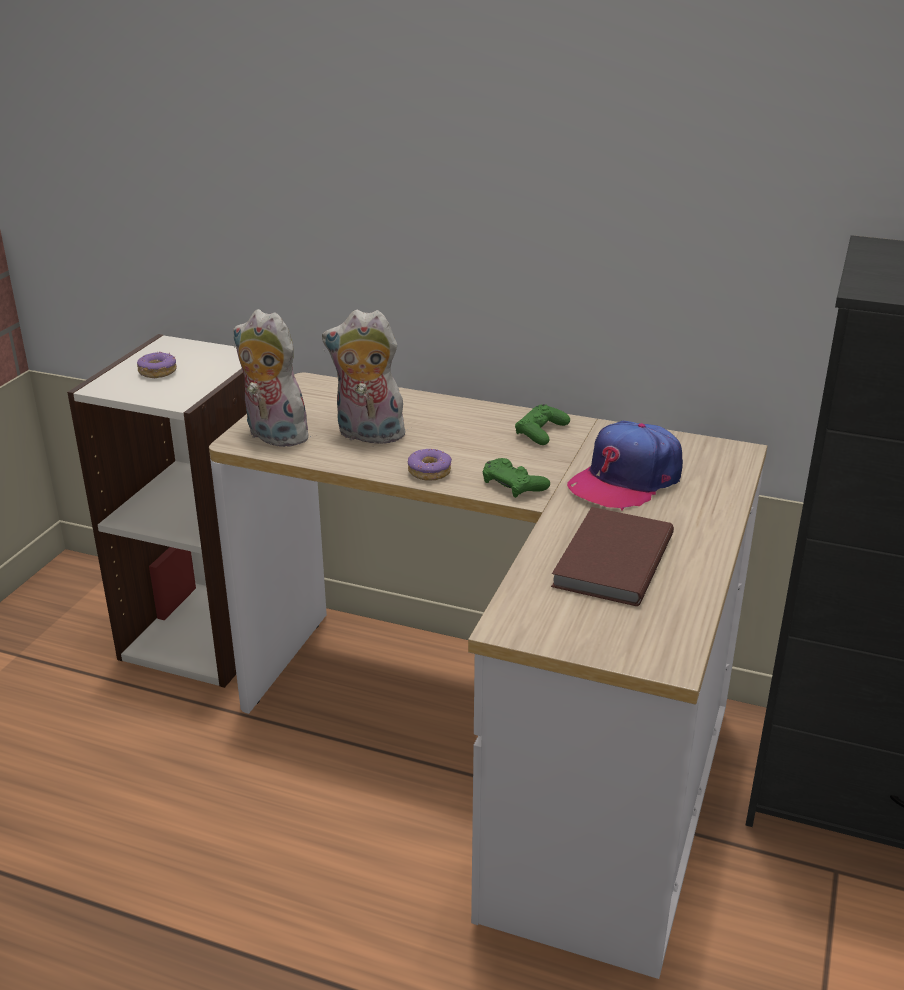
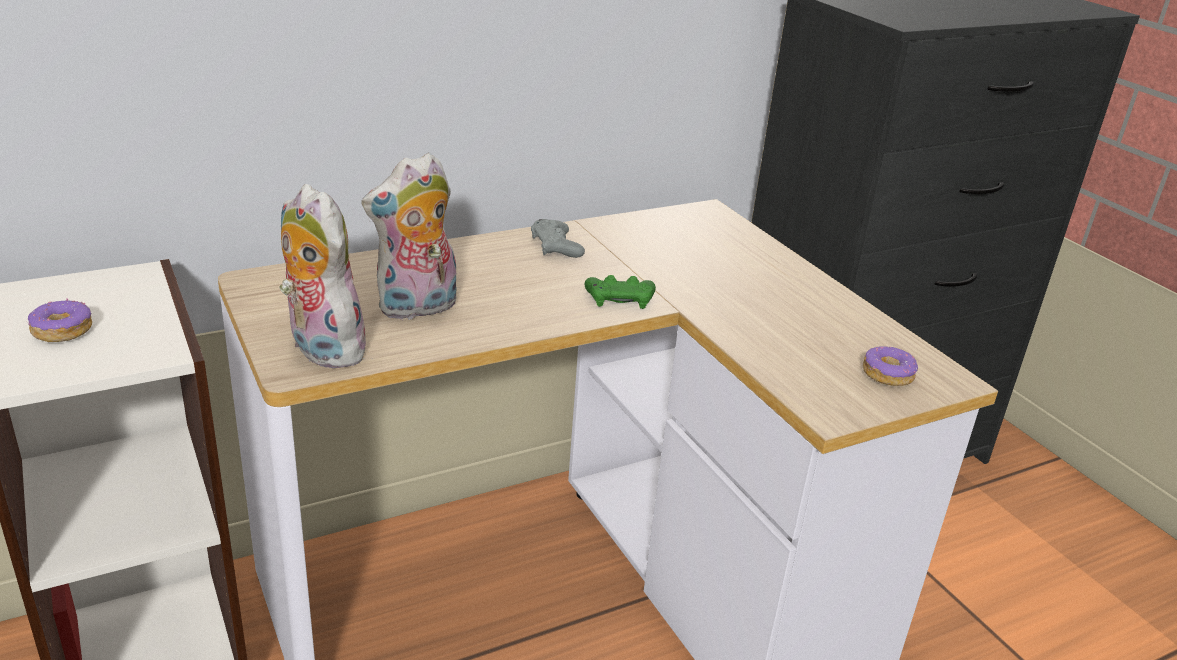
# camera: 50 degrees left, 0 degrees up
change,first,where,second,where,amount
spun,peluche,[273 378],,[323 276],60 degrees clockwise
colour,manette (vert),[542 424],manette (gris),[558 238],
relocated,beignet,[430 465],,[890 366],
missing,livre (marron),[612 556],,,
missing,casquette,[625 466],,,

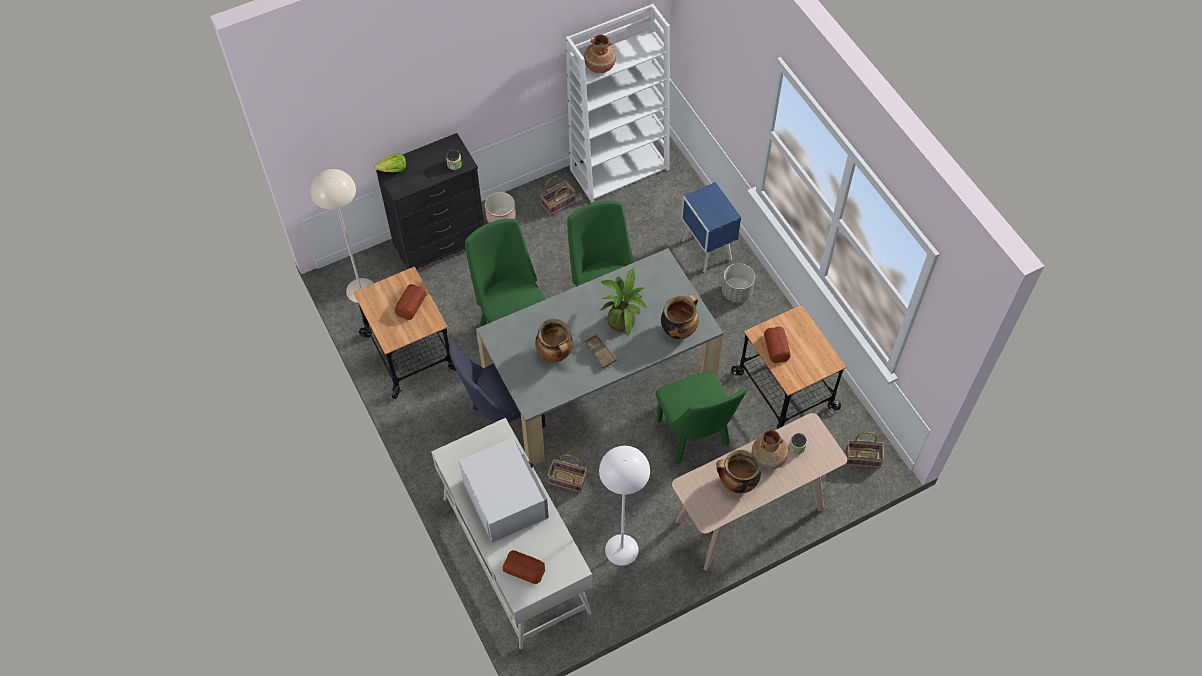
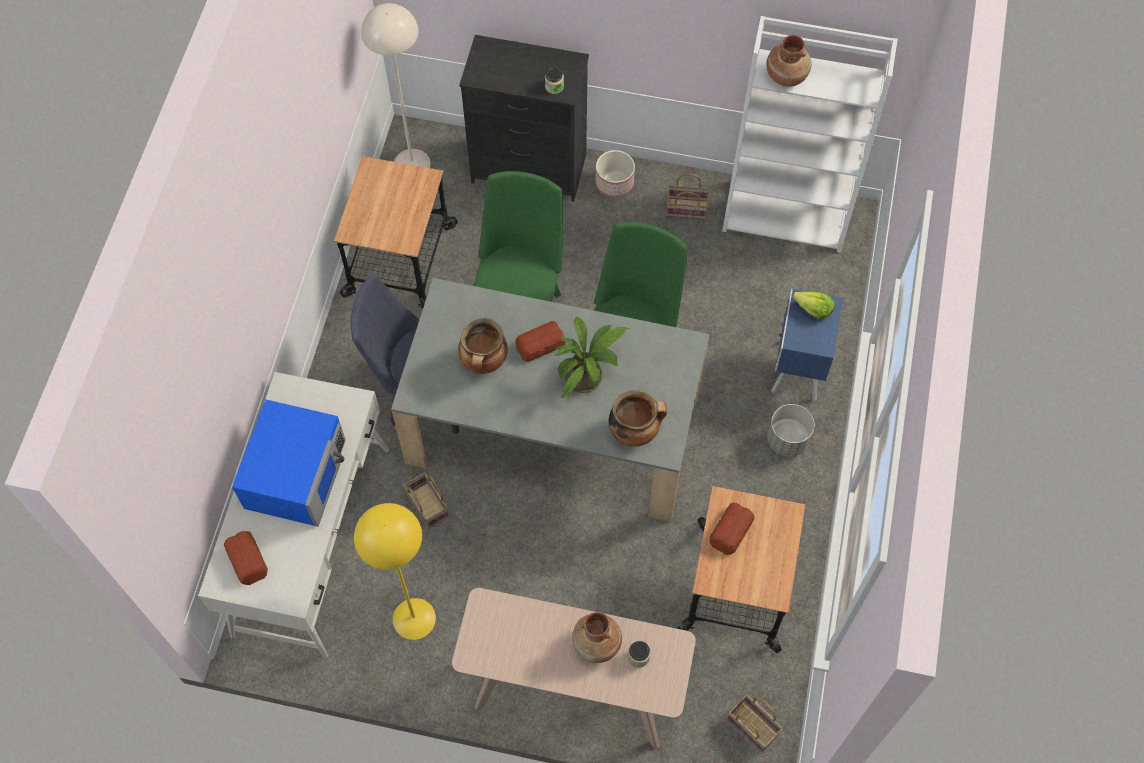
# camera: 40 degrees right, 5 degrees up
change,first,where,second,where,amount
colour,micro-ondes (blanc),[504 490],micro-ondes (bleu),[289 463],
colour,lampadaire (blanc),[624 506],lampadaire (jaune),[395 571],
relocated,pain,[410 302],,[541 341],
relocated,laitue,[390 163],,[814 305],
missing,plateau (marron),[600 351],,,
missing,chaise (vert),[701 417],,,
missing,marmite,[739 472],,,

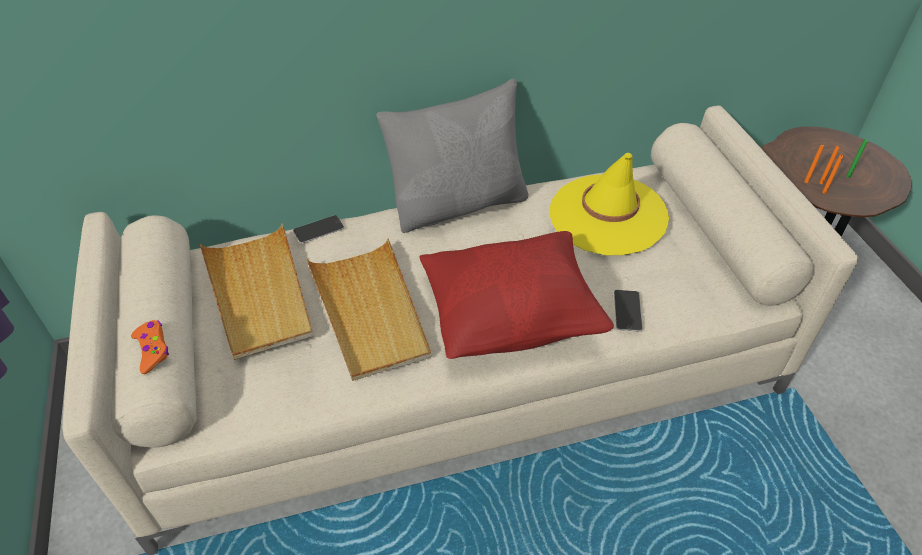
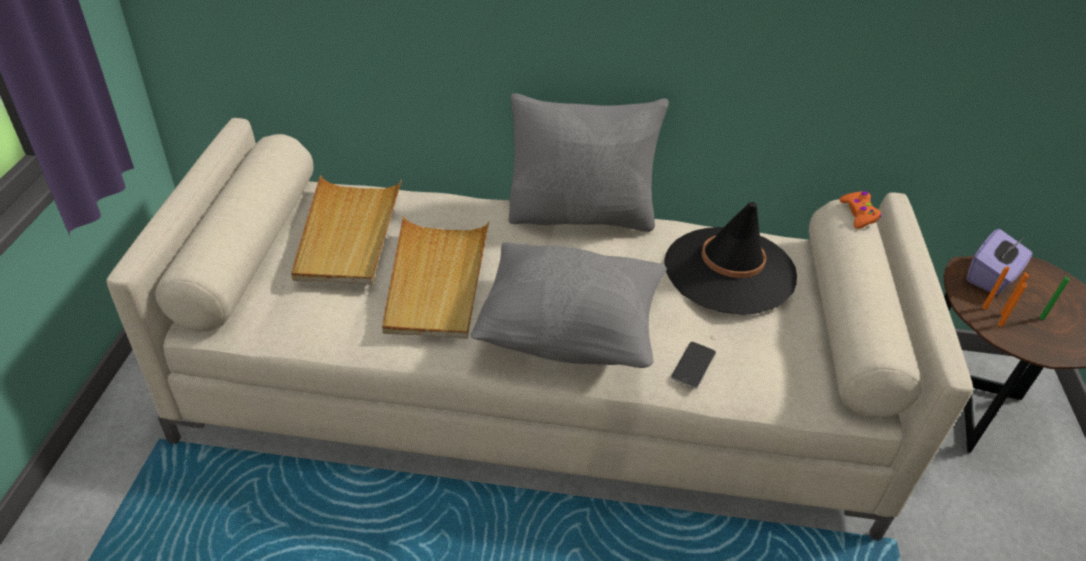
# camera: 20 degrees right, 5 degrees down
change,first,where,second,where,amount
colour,coussin (rouge),[516 295],coussin (gris),[569 305],
colour,chapeau (jaune),[609 204],chapeau (noir),[730 258],
relocated,manette (orange),[150 347],,[860 210],
appeared,,,boîte à mouchoirs (violet),[999 262],
missing,téléphone,[318 229],,,

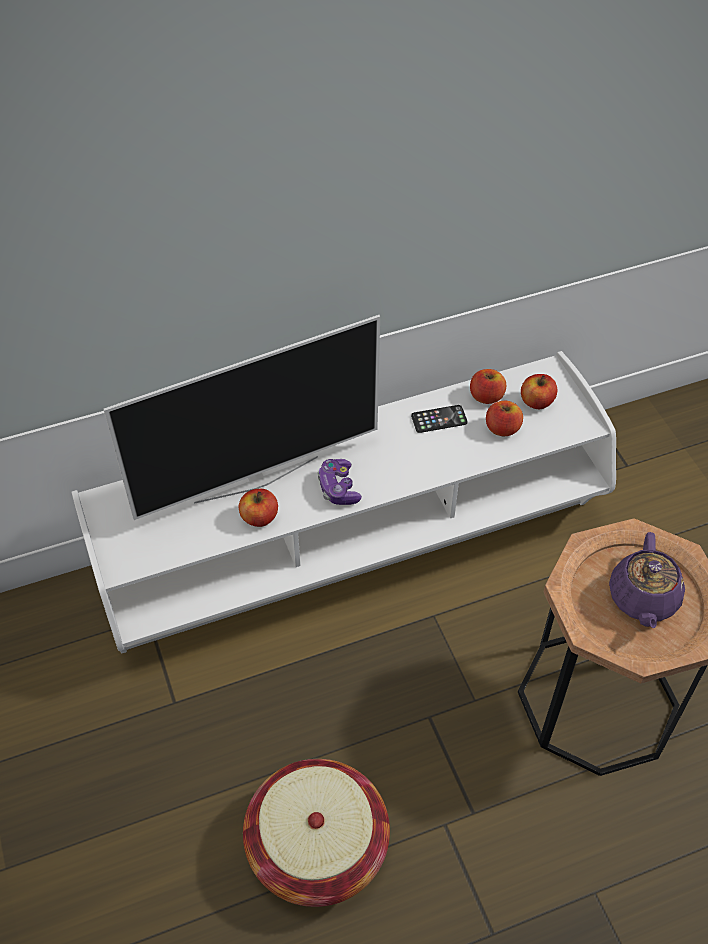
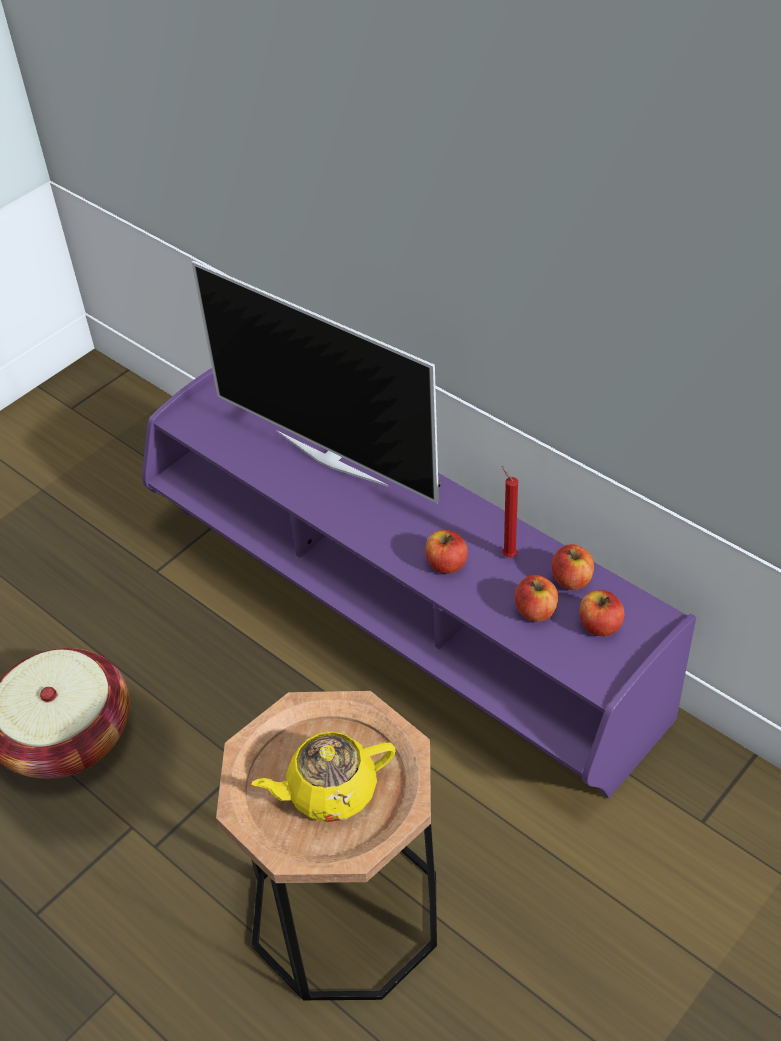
# camera: 65 degrees right, 5 degrees down
change,first,where,second,where,amount
colour,meuble télé (blanc),[343 502],meuble télé (violet),[419 583],
colour,théière (violet),[647 580],théière (jaune),[324 776],
relocated,pomme,[258 508],,[447 552],
exchanged,téléphone,[439 419],bougie (rouge),[510 511],
missing,manette,[339 482],,,

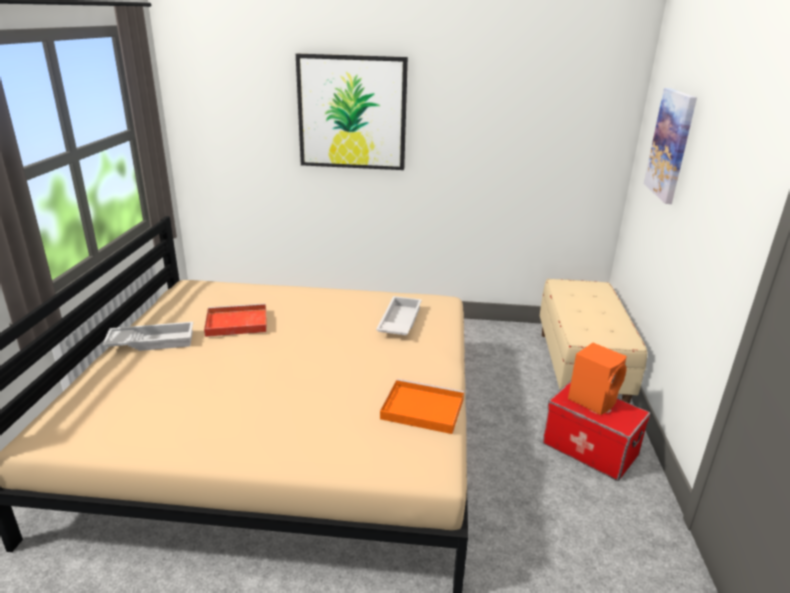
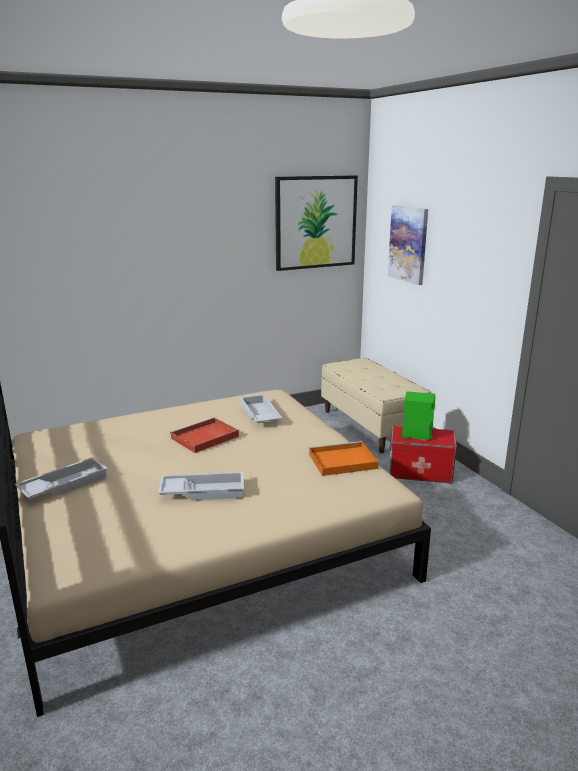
# camera: 30 degrees left, 5 degrees down
change,first,where,second,where,amount
appeared,,,plateau (blanc),[201 486],
relocated,plateau (rouge),[235 320],,[204 435],
relocated,tableau,[352 112],,[316 223],
colour,enceinte (orange),[597 379],enceinte (vert),[418 415],

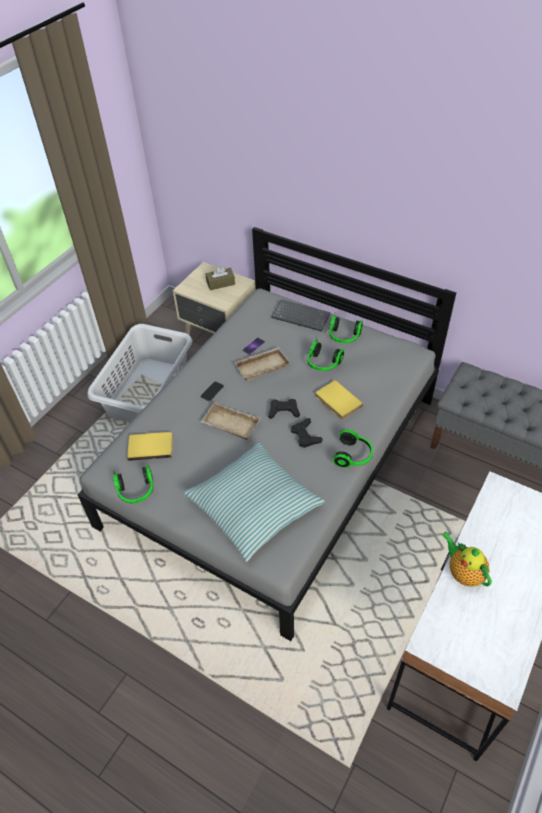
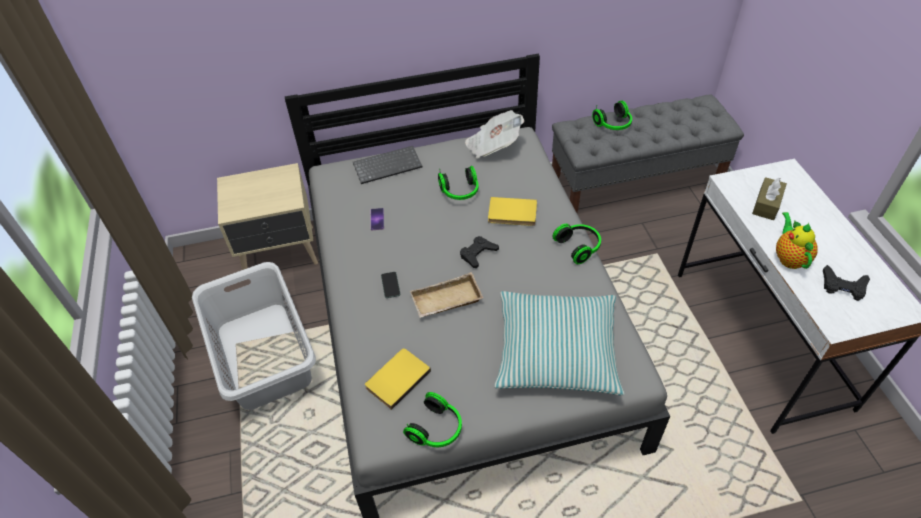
# camera: 45 degrees left, 0 degrees up
change,first,where,second,where,amount
appeared,,,journal,[494 134],
relocated,casque audio,[346 329],,[612 115],
relocated,boîte à mouchoirs (marron),[220 278],,[769 198],
spun,théière,[467 559],,[797 240],75 degrees clockwise
relocated,manette (noir),[307 433],,[846 283],
missing,plateau (beige),[262 364],,,

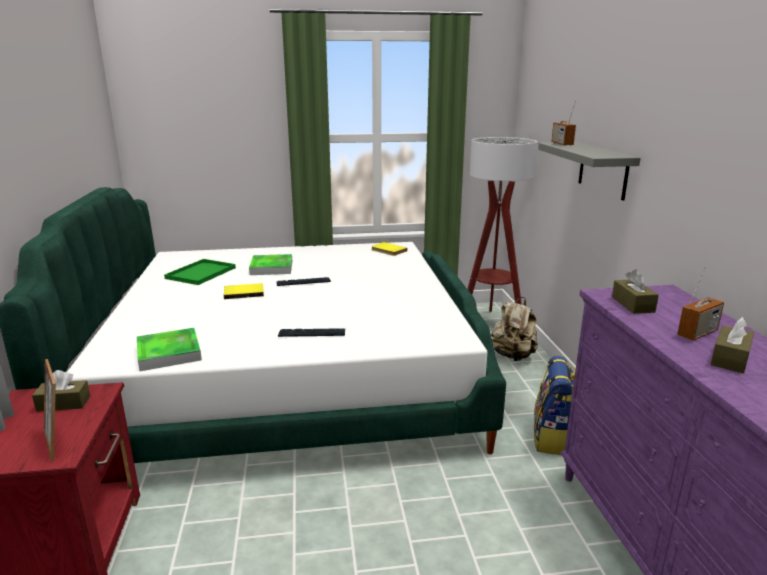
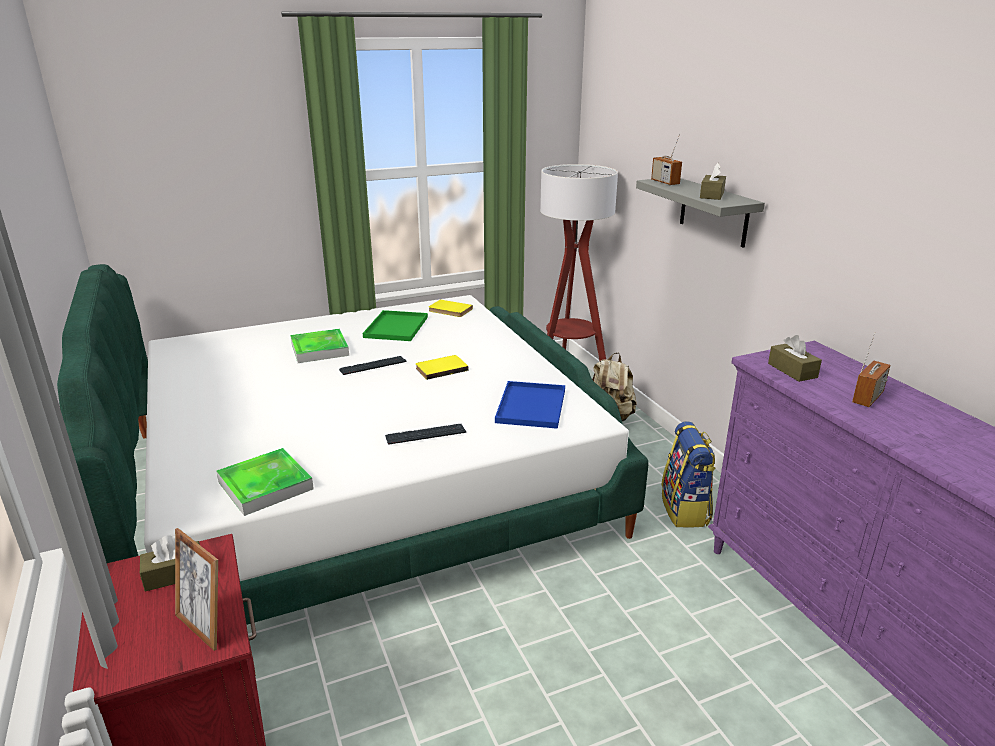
# camera: 15 degrees left, 5 degrees up
change,first,where,second,where,amount
relocated,plateau (vert),[200 272],,[395 325],
relocated,livre (jaune),[244 291],,[442 367],
appeared,,,plateau (bleu),[530 405],
relocated,boîte à mouchoirs (marron),[732 345],,[713 181],

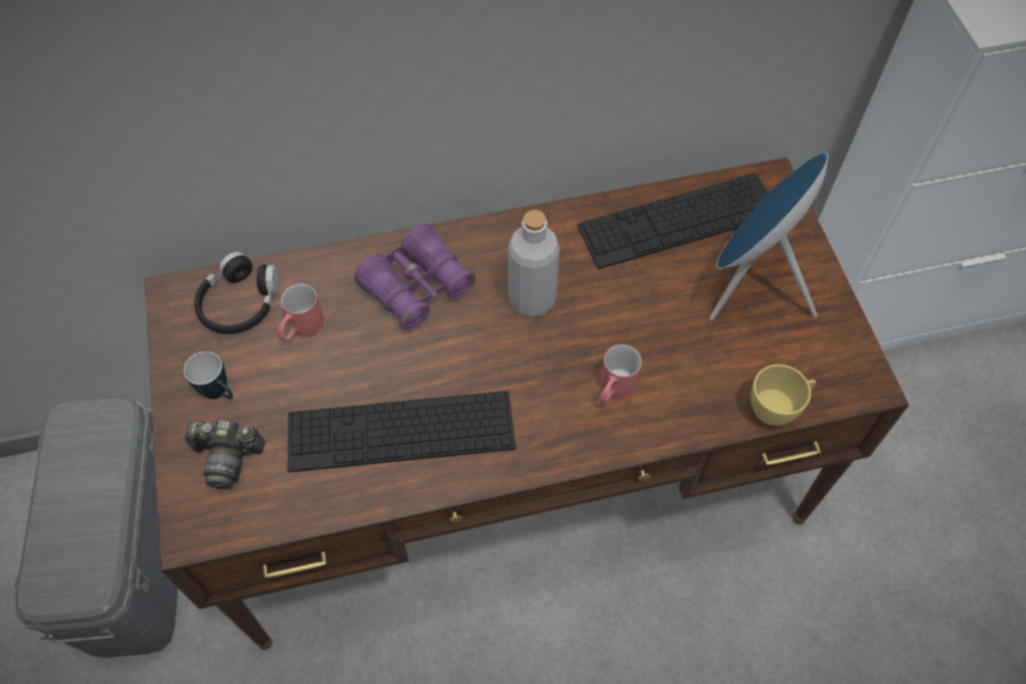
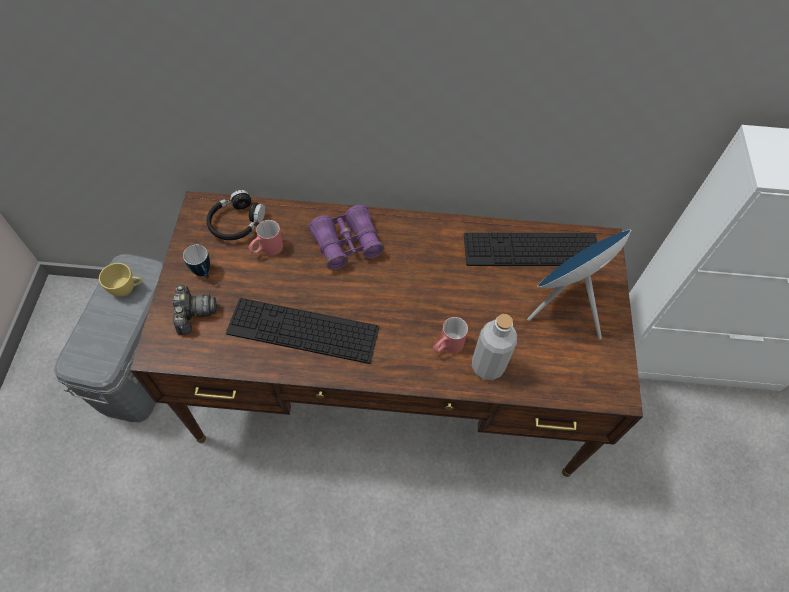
# camera: 15 degrees right, 0 degrees up
change,first,where,second,where,amount
relocated,tasse (jaune),[783 395],,[120 280],
spun,appareil photo,[224 455],,[194 310],120 degrees counterclockwise
relocated,bouteille (gris),[534 263],,[494 347],

